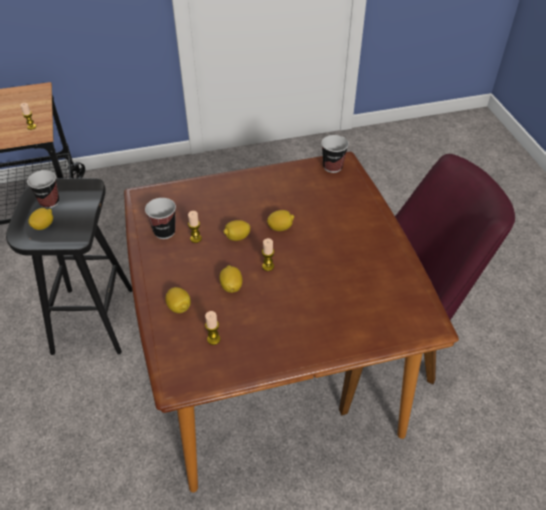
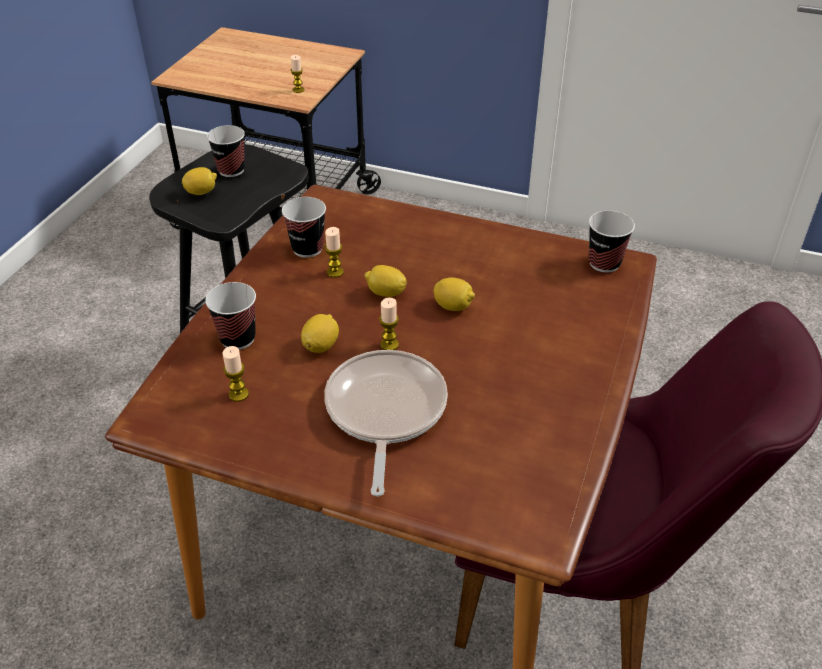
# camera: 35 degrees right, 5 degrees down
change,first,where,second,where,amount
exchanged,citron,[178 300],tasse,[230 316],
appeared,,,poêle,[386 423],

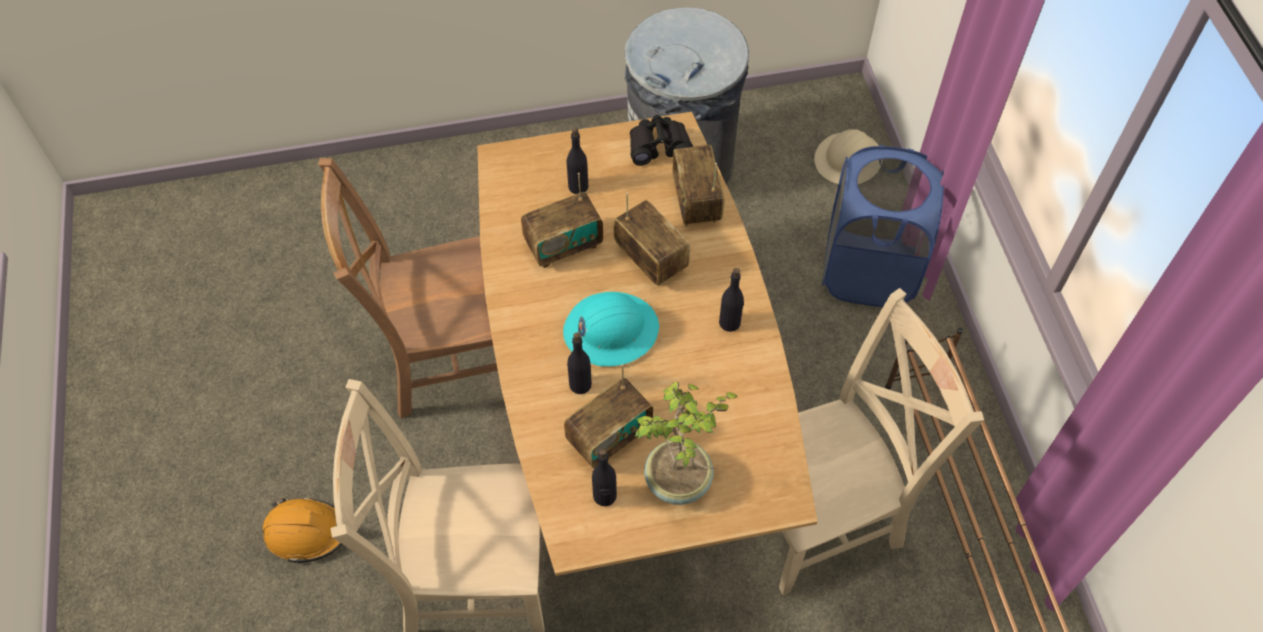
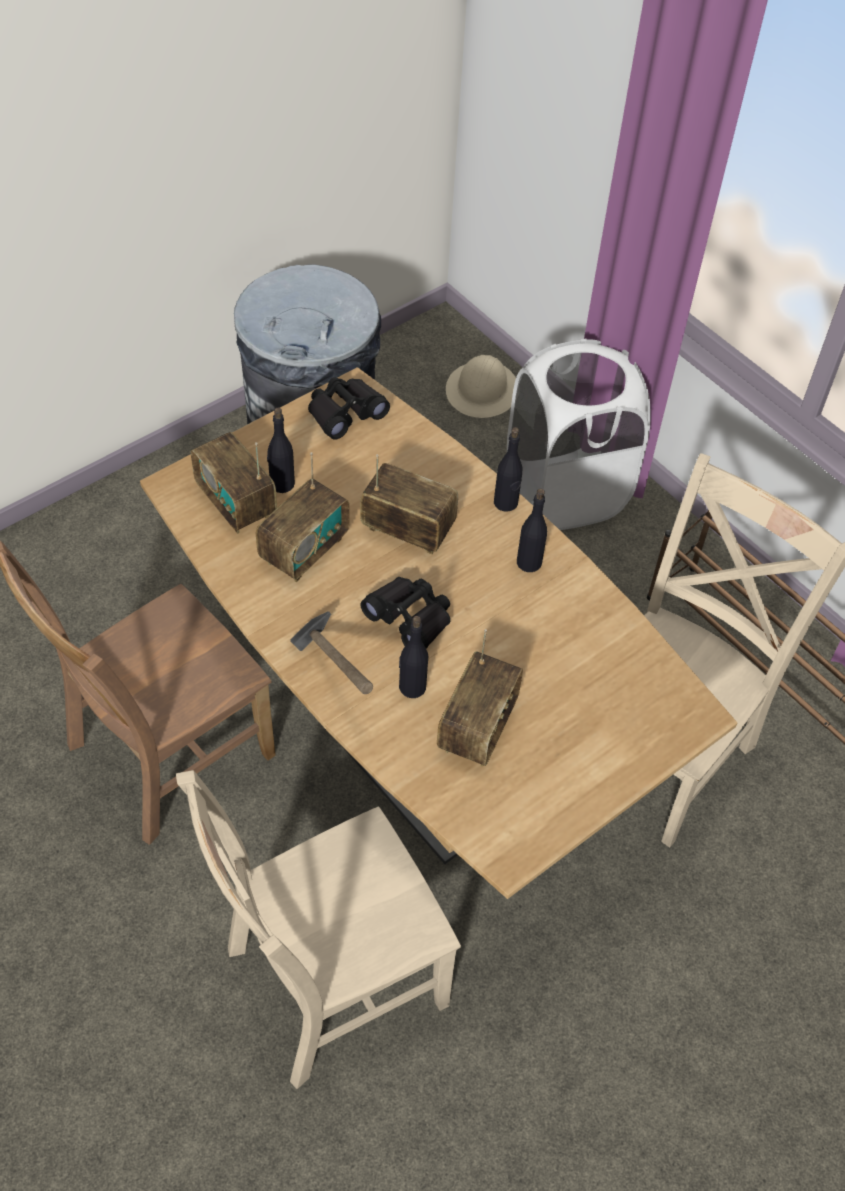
# camera: 30 degrees left, 5 degrees down
change,first,where,second,where,amount
relocated,radio,[698 186],,[234 483],
appeared,,,marteau,[331 652],
exchanged,casque de chantier (turquoise),[611 329],jumelles (noir),[405 612],
relocated,bouteille (noir),[604 477],,[508 469],
colour,panier à linge (bleu),[883 226],panier à linge (blanc),[578 434],
missing,casque de chantier (orange),[302 530],,,
missing,plante en pot,[686 443],,,

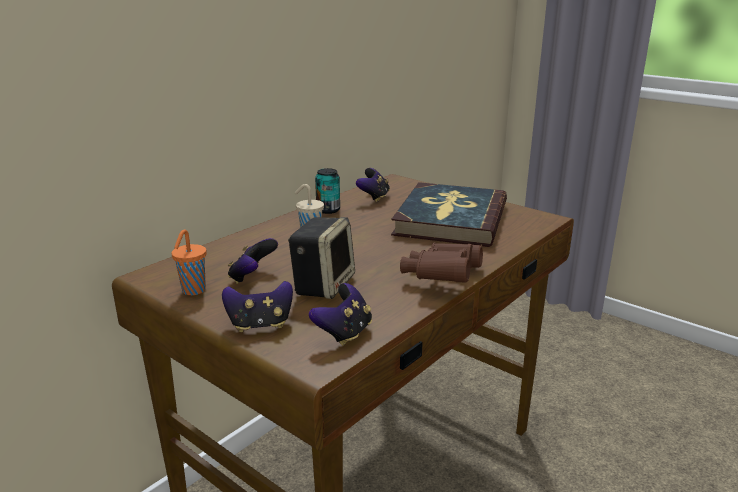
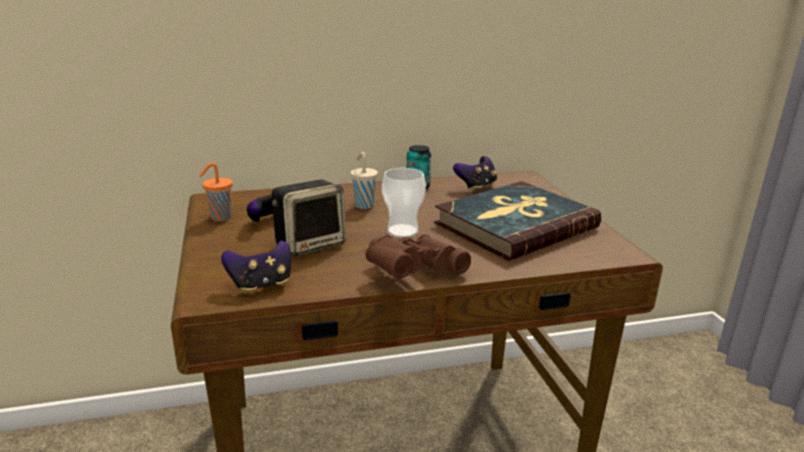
# camera: 35 degrees right, 0 degrees up
change,first,where,second,where,amount
appeared,,,tasse,[404 203],
missing,manette,[257 306],,,

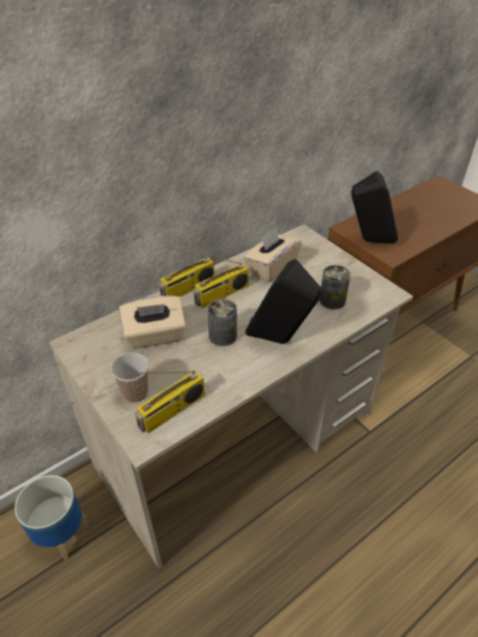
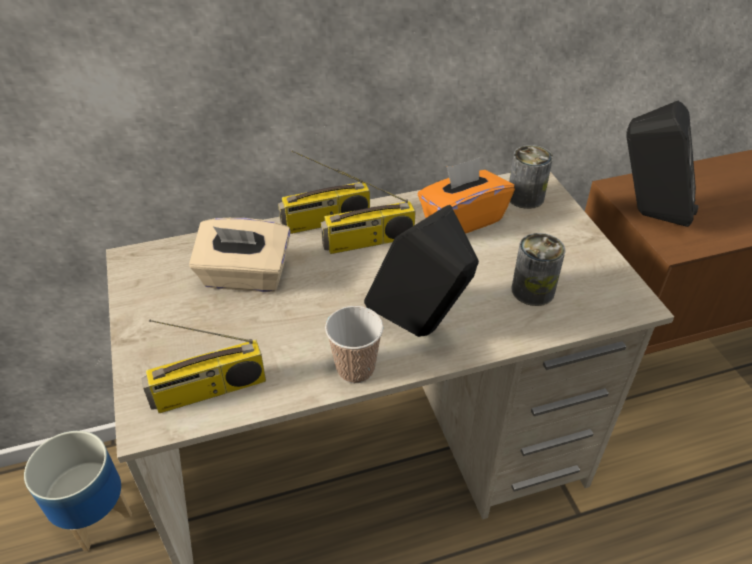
# camera: 20 degrees right, 0 degrees up
change,first,where,second,where,amount
relocated,tasse,[130 377],,[354 344],
colour,boîte à mouchoirs (beige),[273 255],boîte à mouchoirs (orange),[466 196],
relocated,boîte métallique,[222 322],,[531 177],

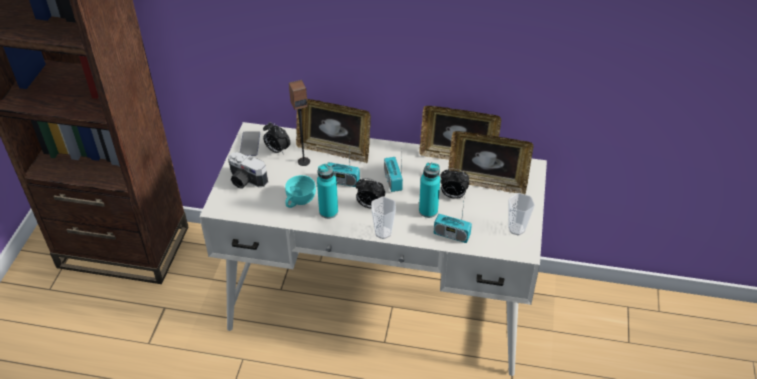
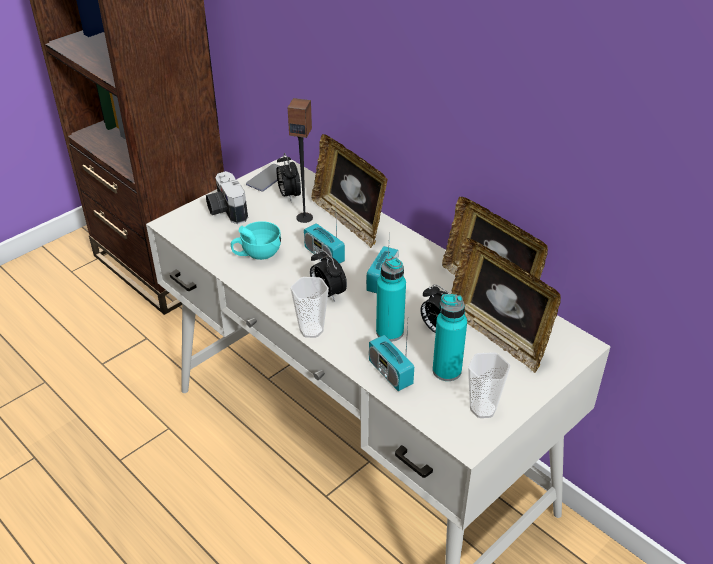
# camera: 35 degrees right, 5 degrees down
change,first,where,second,where,amount
relocated,bouteille (turquoise),[327 191],,[450 337],

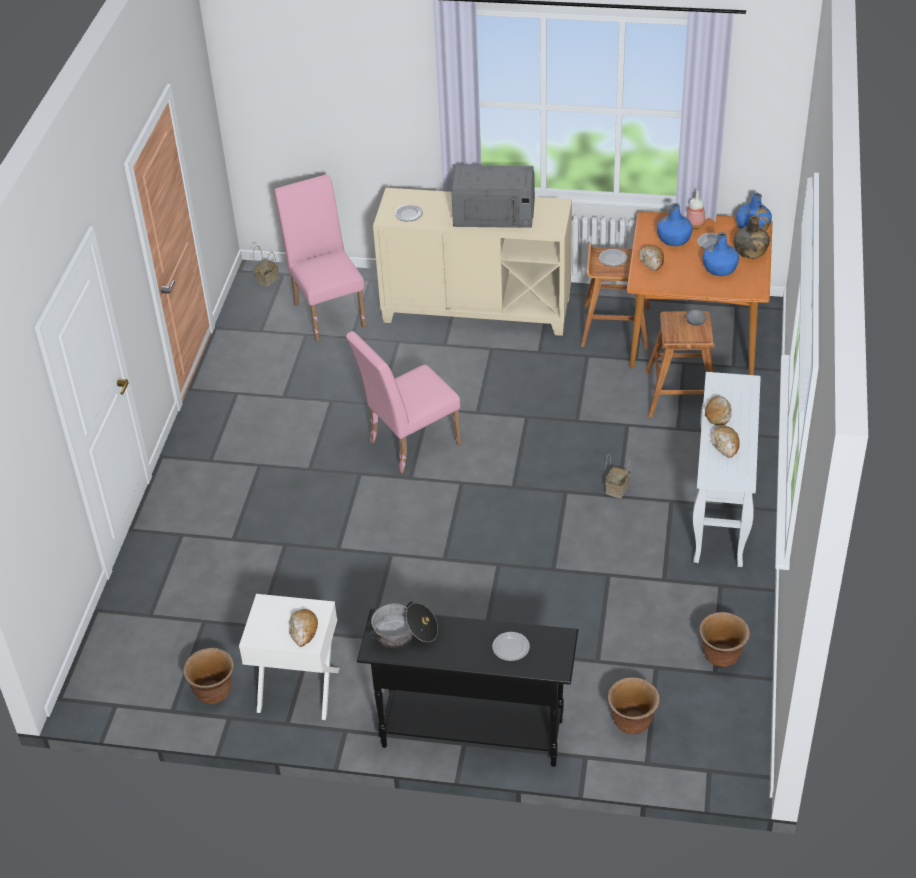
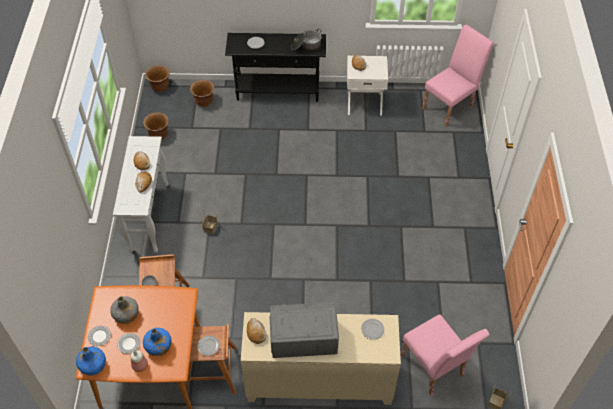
# camera: 170 degrees right, 10 degrees up
change,first,where,second,where,amount
exchanged,bouteille (vert),[752 237],assiette,[99 336],
colour,bouteille (bleu),[721 254],bouteille (gris),[124 310],
relocated,cache-pot (marron),[208 676],,[157 78],
relocated,pain,[651 258],,[257 331],
relocated,chaise (rose),[404 402],,[458 76],

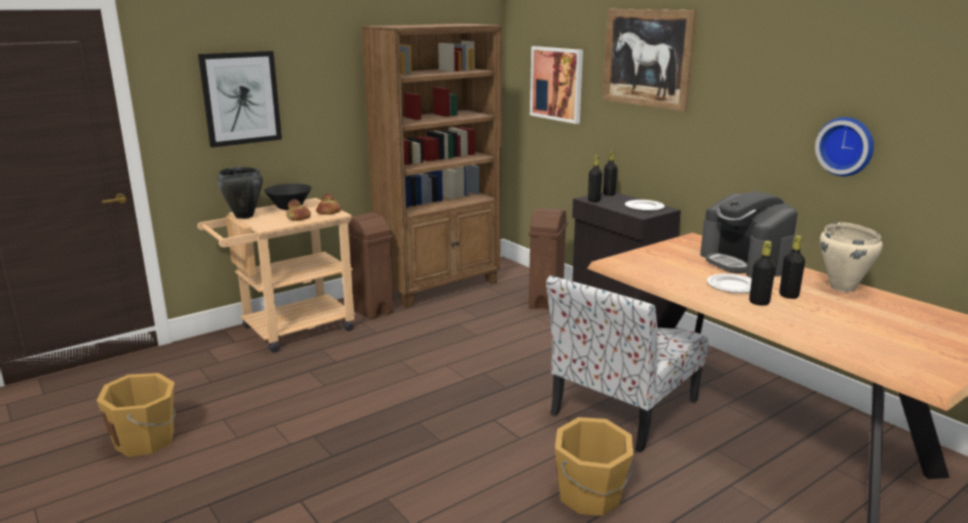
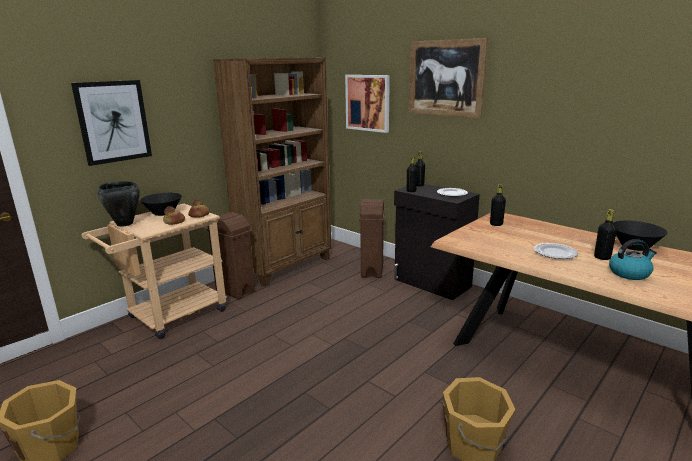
# camera: 10 degrees left, 0 degrees up
change,first,where,second,where,amount
relocated,bouteille (noir),[762 273],,[498 205],
appeared,,,bouilloire,[633 259],
exchanged,marmite (beige),[851 257],bol (noir),[640 236],
missing,chaise,[627 364],,,
missing,machine à café,[749 234],,,
missing,horloge murale,[844 146],,,

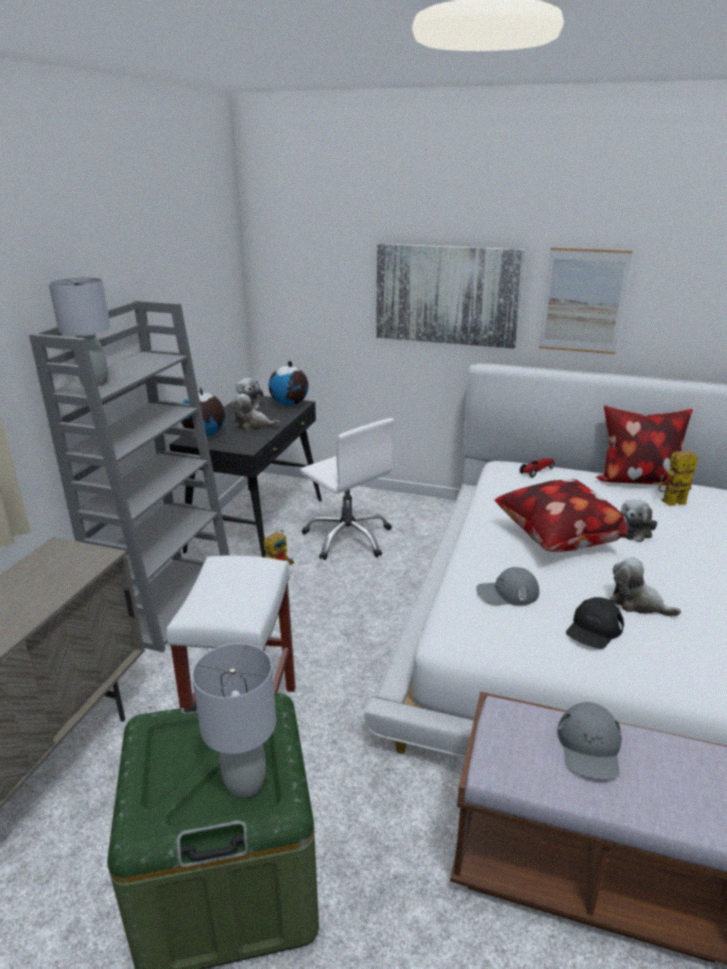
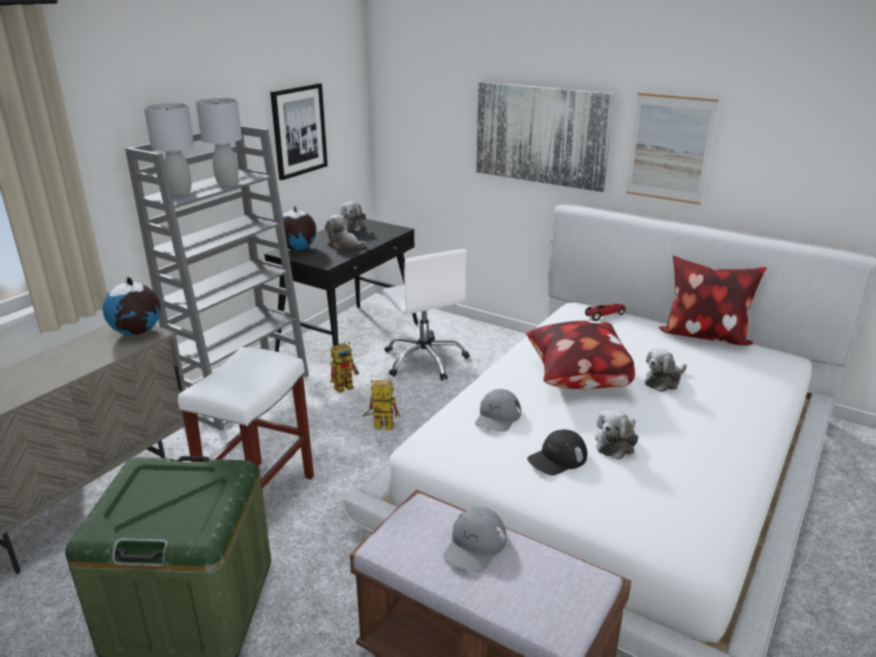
# camera: 15 degrees right, 0 degrees up
change,first,where,second,where,amount
relocated,globe,[289 383],,[132 306],
relocated,lampe de table (gris),[234 720],,[219 142],
appeared,,,tableau,[299 131],
relocated,robot jouet,[678 478],,[381 405],
spun,casquette (gris),[507 586],,[498 410],75 degrees counterclockwise
spun,peluche,[645 587],,[616 435],105 degrees counterclockwise

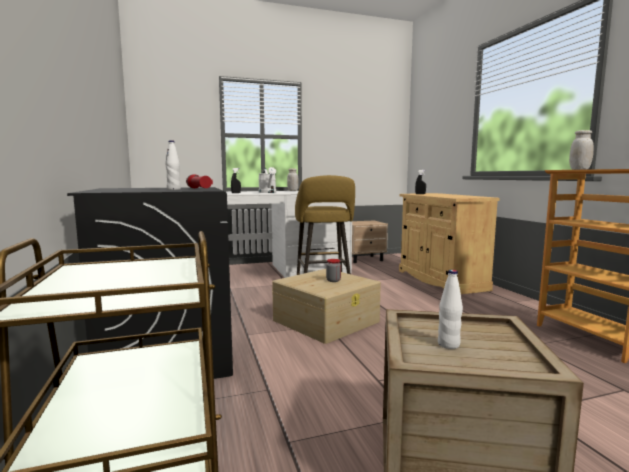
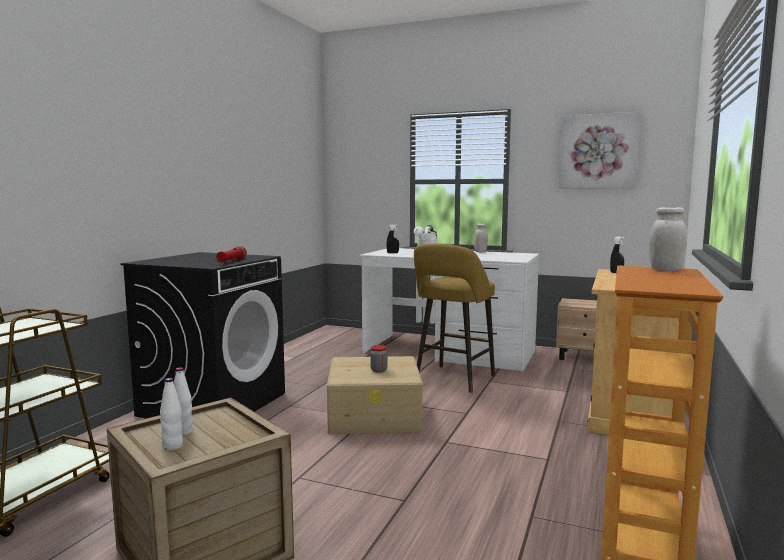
# camera: 40 degrees right, 0 degrees up
change,first,where,second,where,amount
relocated,bouteille (blanc),[173 165],,[171 414],
appeared,,,tableau,[600 150],

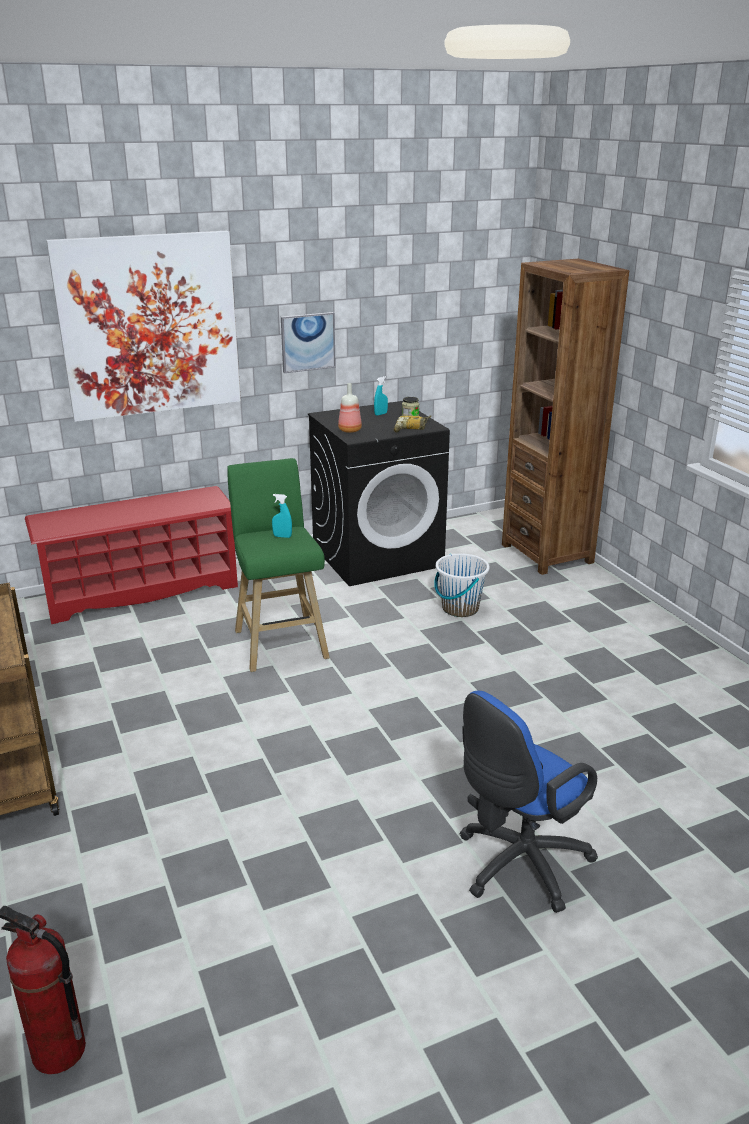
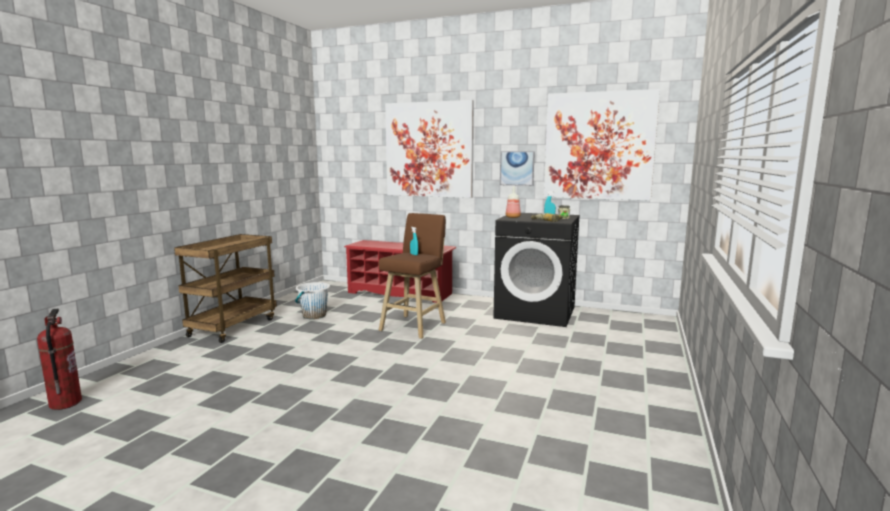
# camera: 45 degrees right, 15 degrees down
change,first,where,second,where,amount
relocated,seau (blanc),[462 585],,[312 300],
colour,tabouret (vert),[279 565],tabouret (marron),[412 276],
appeared,,,tableau,[602 145],
missing,chaise de bureau (bleu),[528 802],,,
missing,bibliothèque (marron),[565 417],,,

